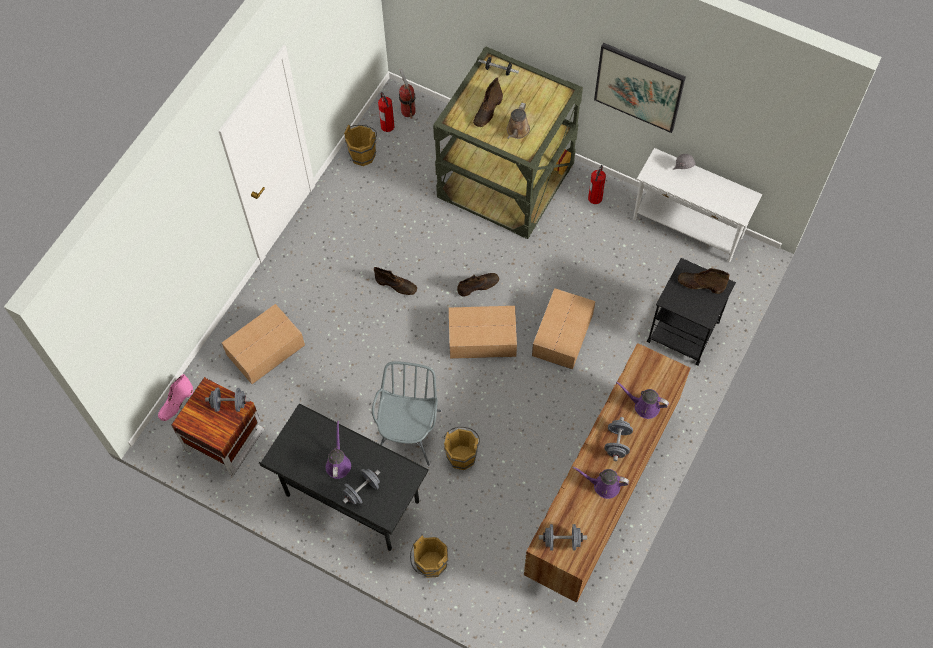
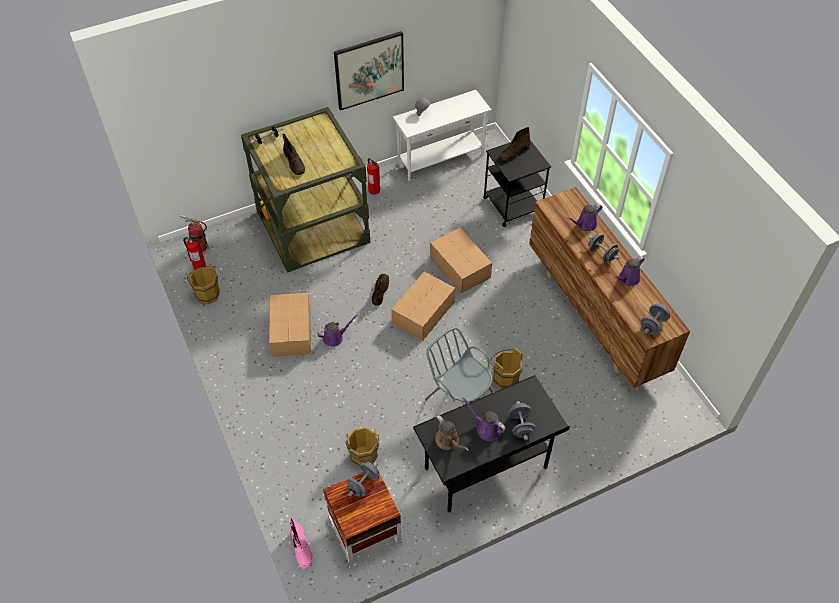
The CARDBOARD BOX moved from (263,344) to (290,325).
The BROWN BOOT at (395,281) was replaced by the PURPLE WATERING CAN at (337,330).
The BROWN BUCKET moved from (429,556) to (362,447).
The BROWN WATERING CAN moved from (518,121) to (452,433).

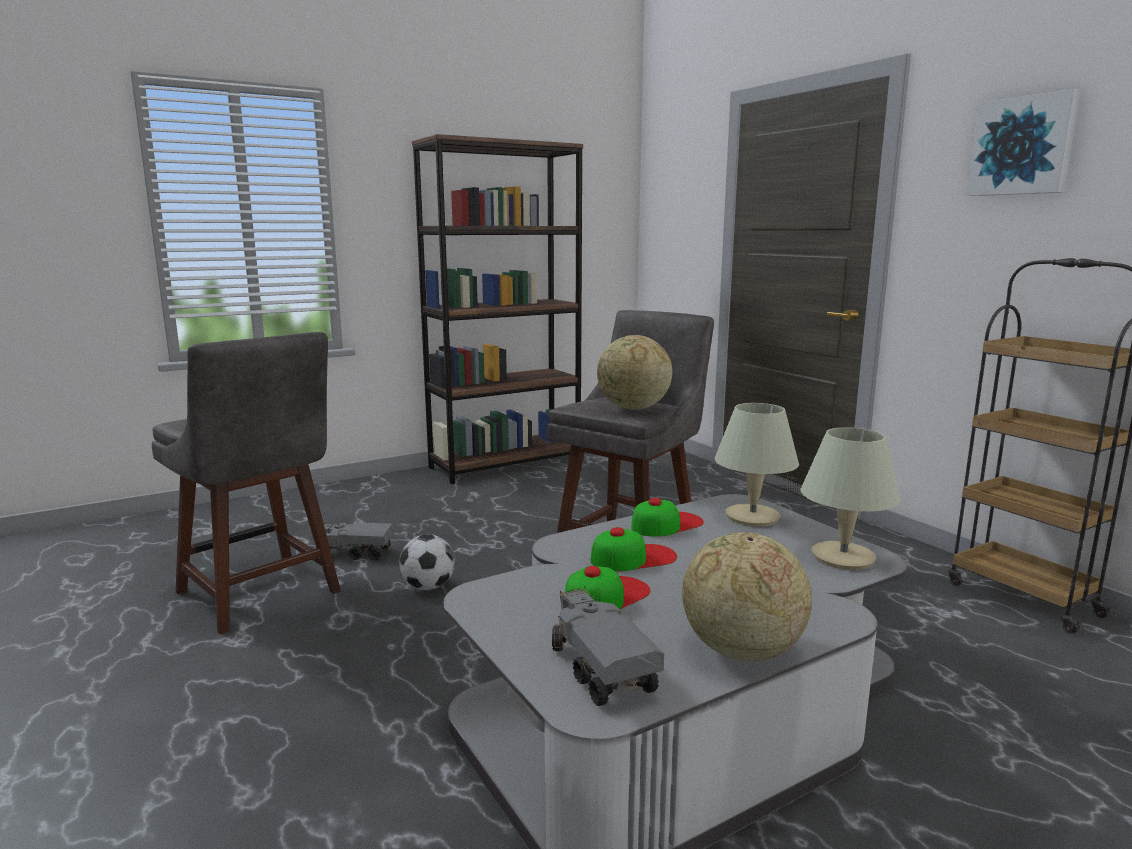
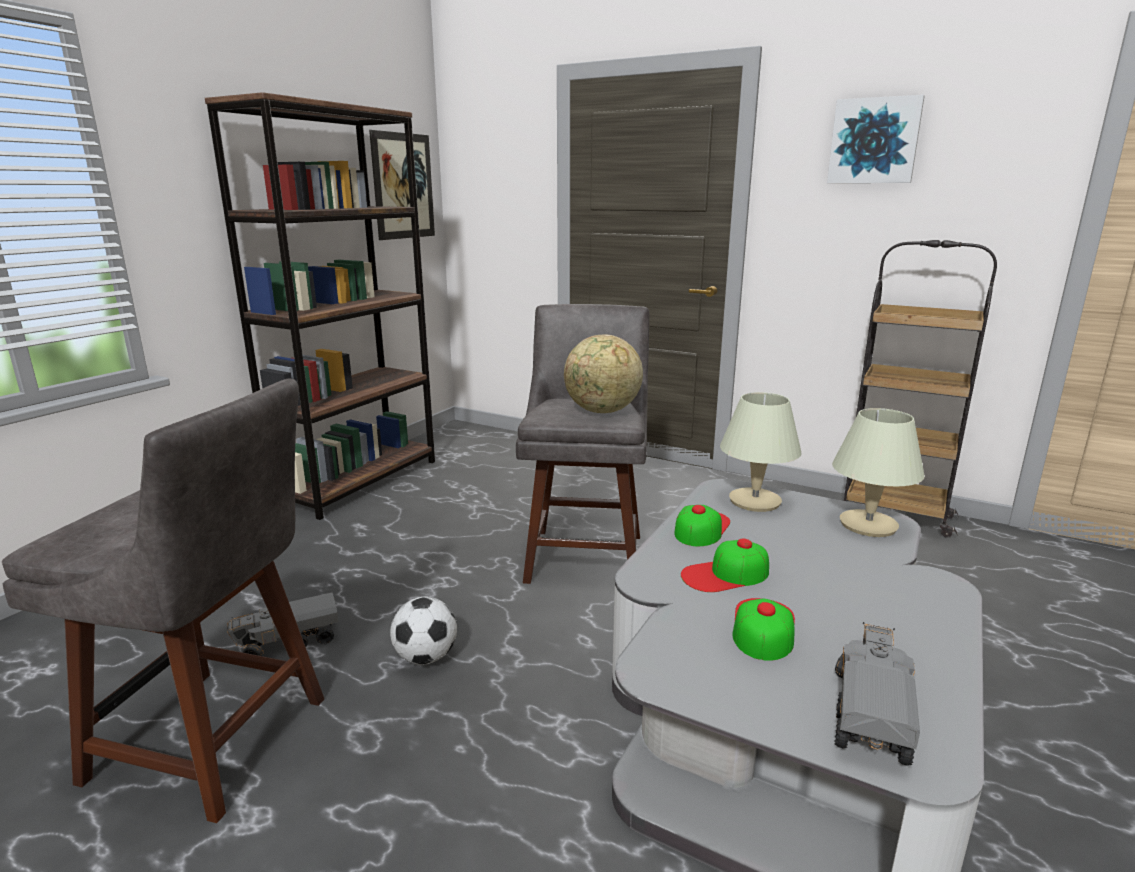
The TOY TRUCK at (608,646) turned 75 degrees clockwise.
The CAP at (634,549) turned 150 degrees counterclockwise.
The GLOBE at (747,596) disappeared.
The PICTURE at (402,185) appeared.

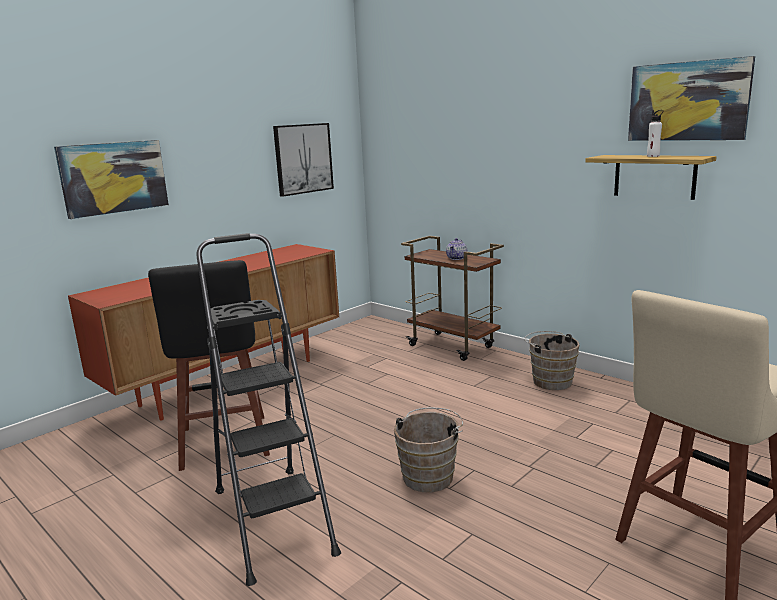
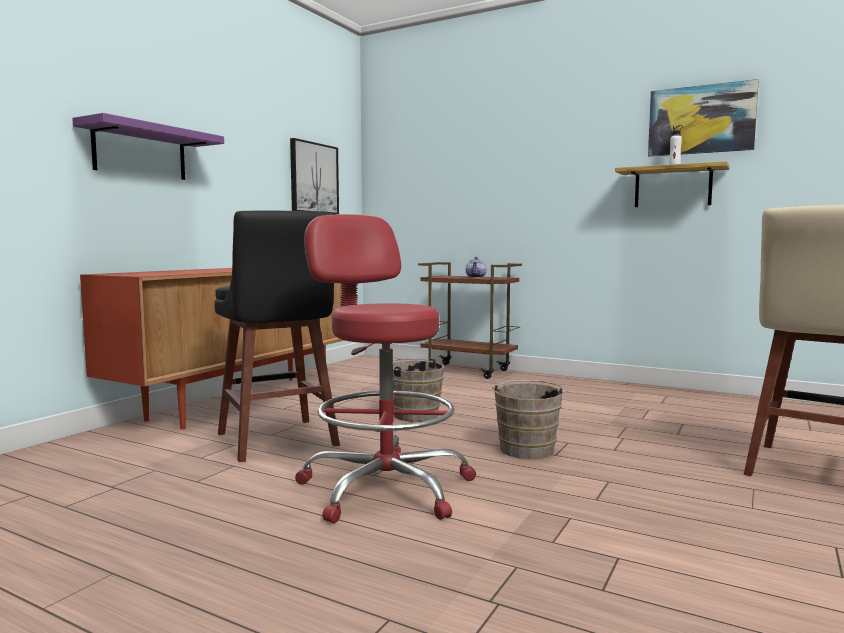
The PICTURE at (111,179) was replaced by the PURPLE SHELF at (148,146).
The STEP LADDER at (269,409) was replaced by the RED STOOL at (385,368).
The BROWN BUCKET moved from (551,360) to (418,390).

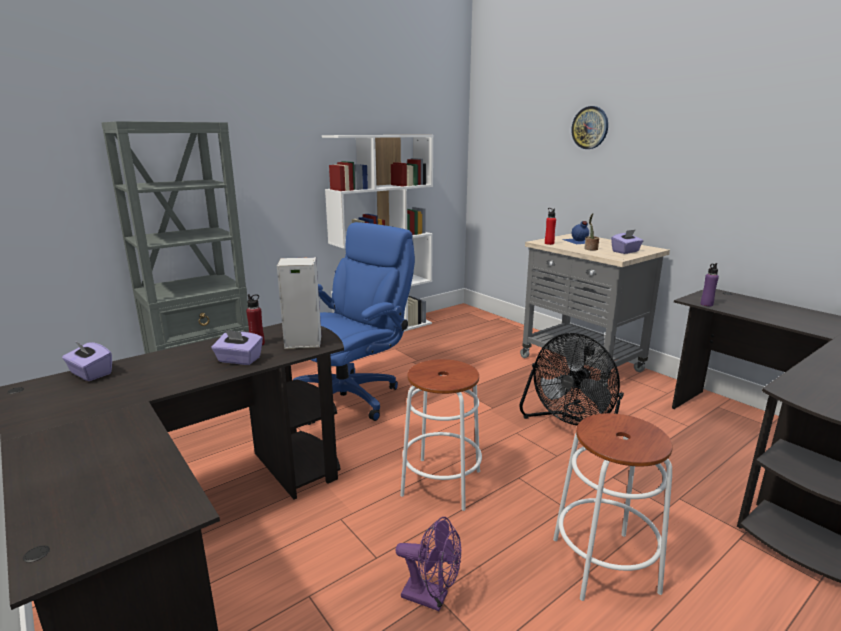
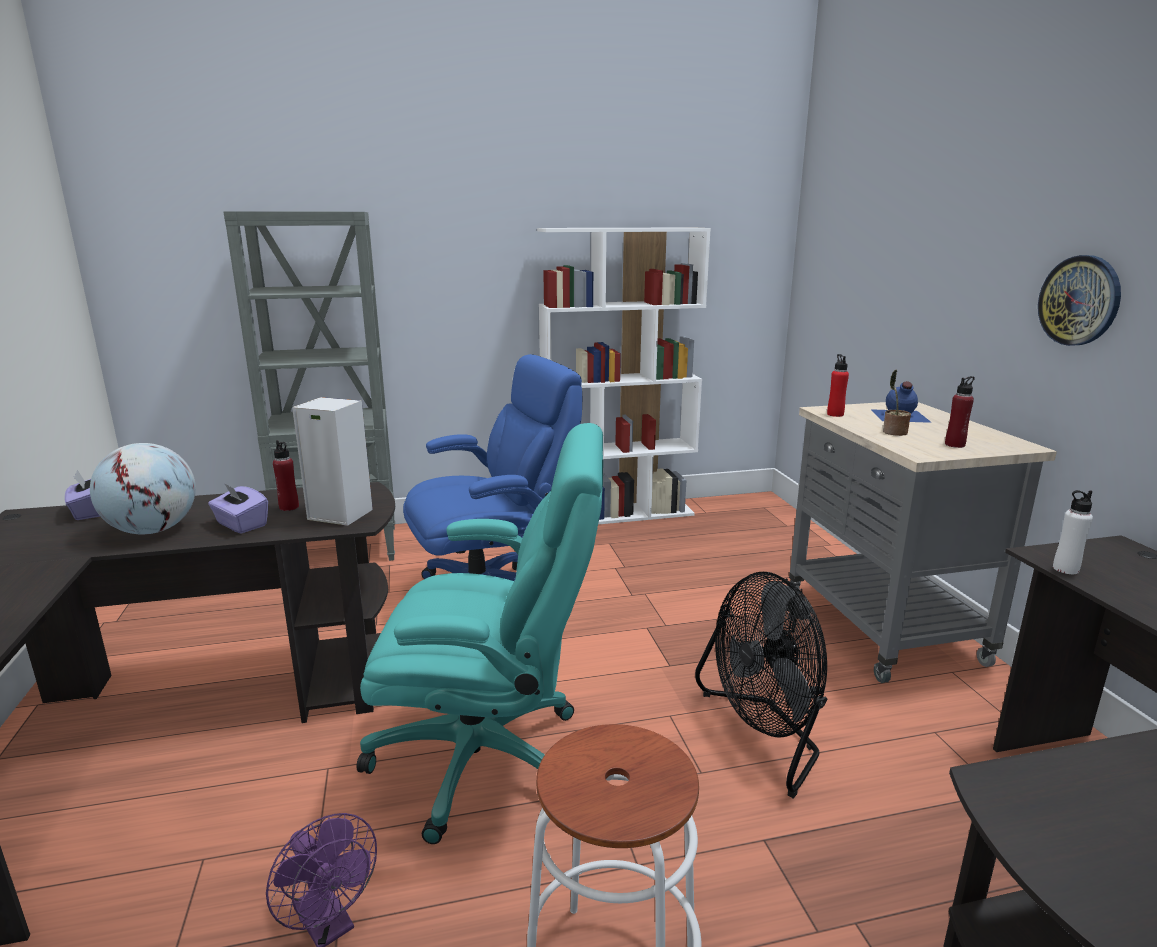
The WHITE STOOL at (441,435) was replaced by the TURQUOISE OFFICE CHAIR at (480,633).
The WALL CLOCK moved from (589,127) to (1079,300).
The PURPLE TISSUE BOX at (627,241) was replaced by the RED BOTTLE at (960,412).
The PURPLE BOTTLE at (710,284) became the WHITE BOTTLE at (1073,532).
The GLOBE at (143,488) appeared.

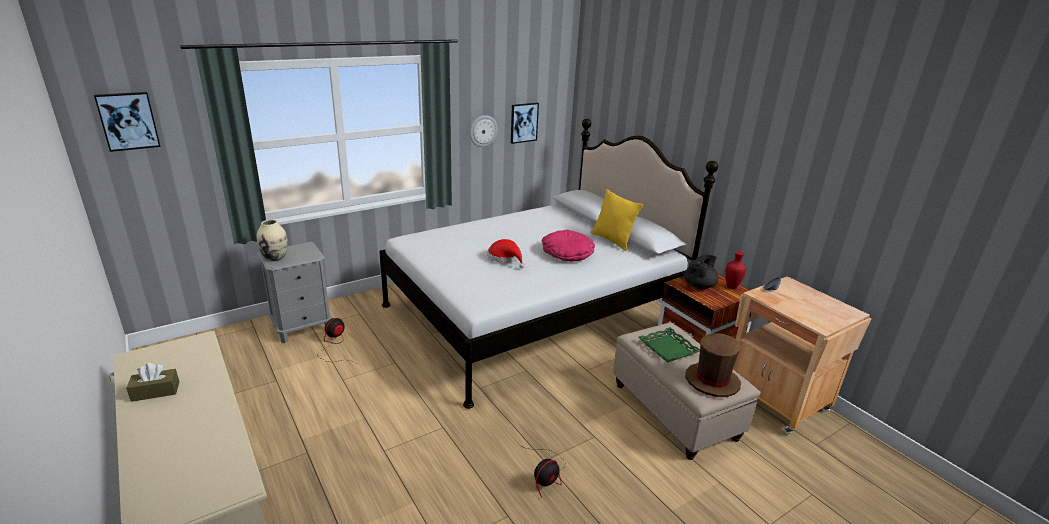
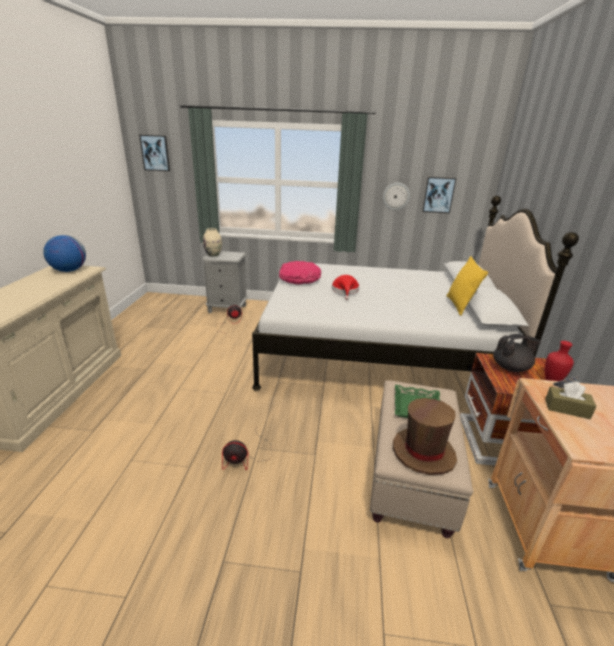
The BROWN TISSUE BOX moved from (152,382) to (571,400).
The PINK PILLOW moved from (568,245) to (300,272).
The GLOBE at (64,253) appeared.

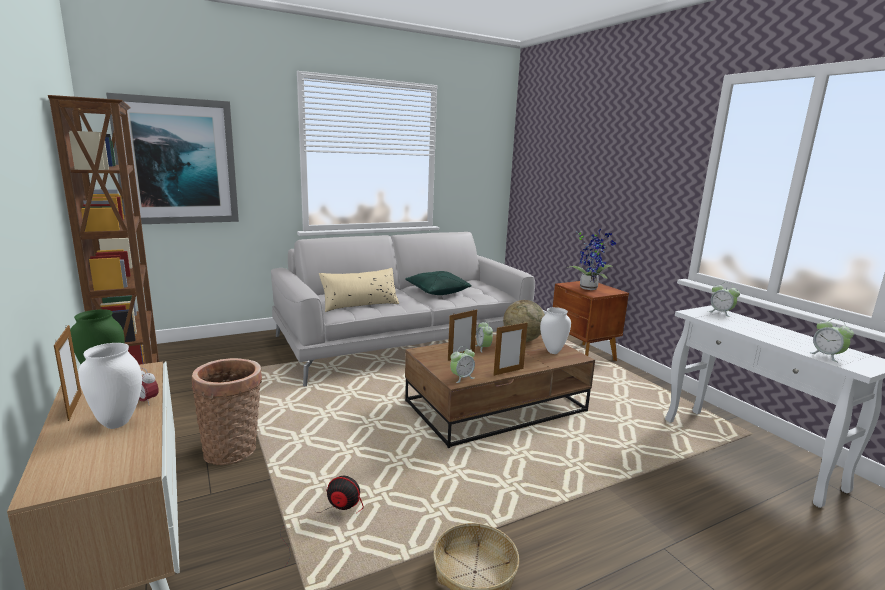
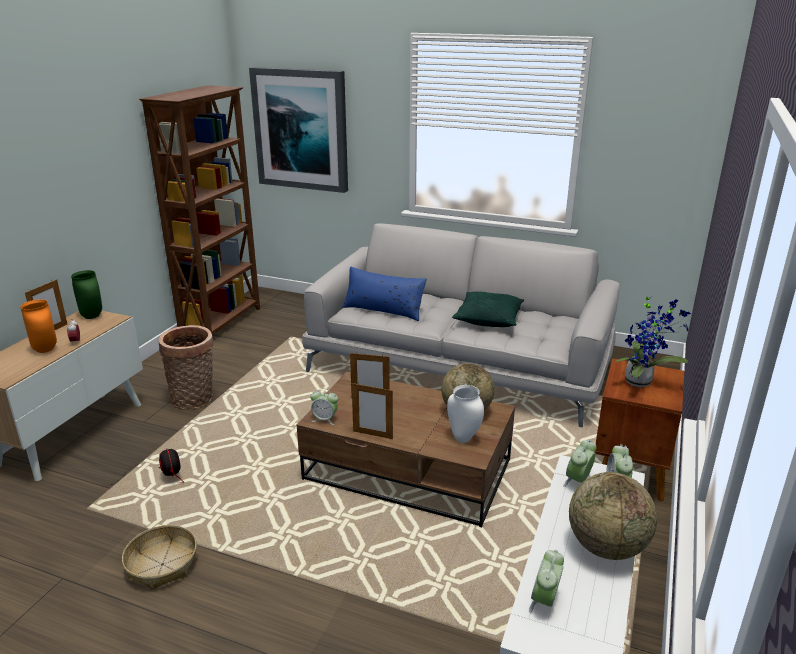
The WHITE VASE at (110,386) became the ORANGE VASE at (38,326).
The BEIGE PILLOW at (359,290) became the BLUE PILLOW at (385,293).
The ALARM CLOCK moved from (484,336) to (579,463).
The GLOBE at (613,516) appeared.

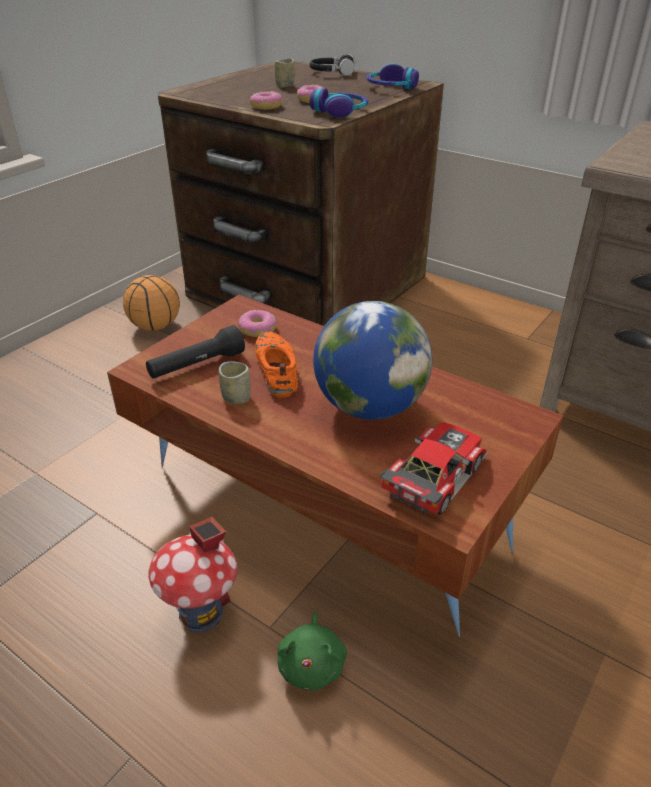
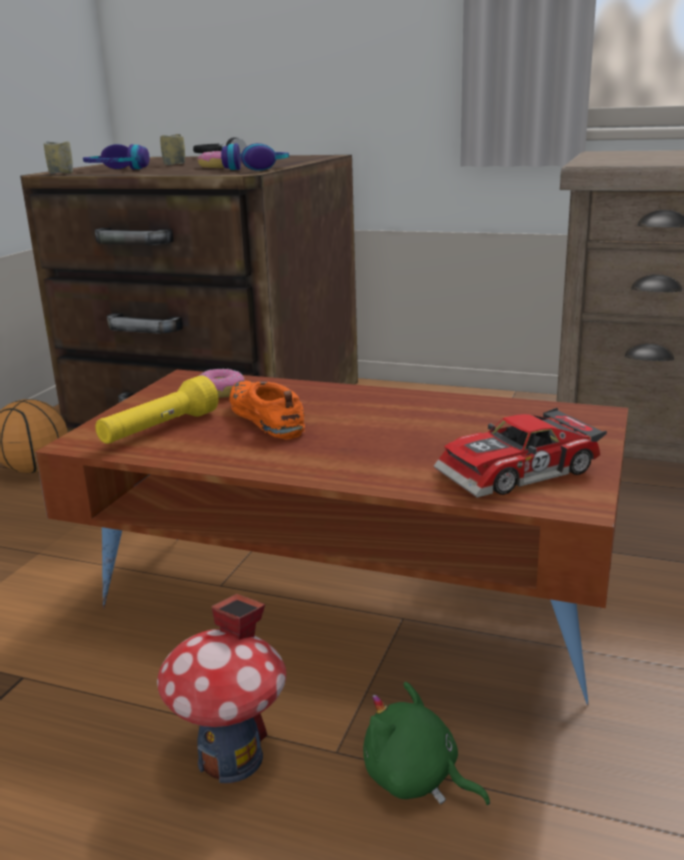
The BLACK FLASHLIGHT at (195,352) became the YELLOW FLASHLIGHT at (156,410).
The CUP moved from (234,382) to (58,157).
The DONUT at (266,100) disappeared.
The GREEN PLUSH TOY at (312,651) turned 135 degrees clockwise.
The GLOBE at (372,360) disappeared.
The HEADPHONES moved from (392,76) to (116,157).
The TOY CAR at (434,468) turned 135 degrees counterclockwise.

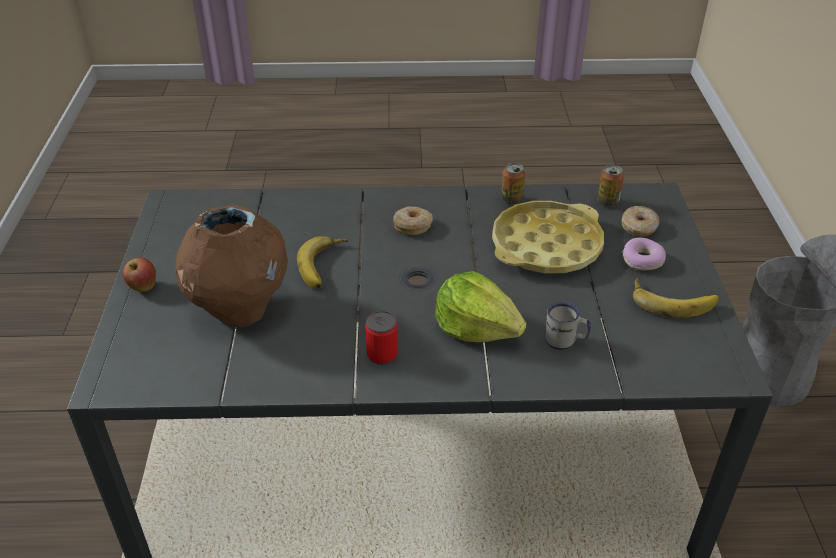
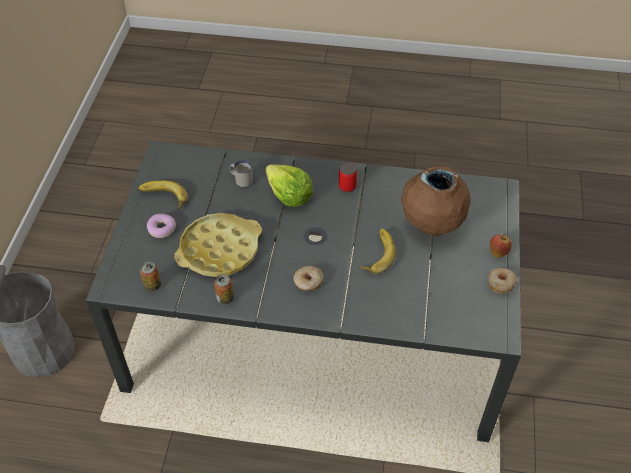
The DONUT moved from (641,221) to (502,280).

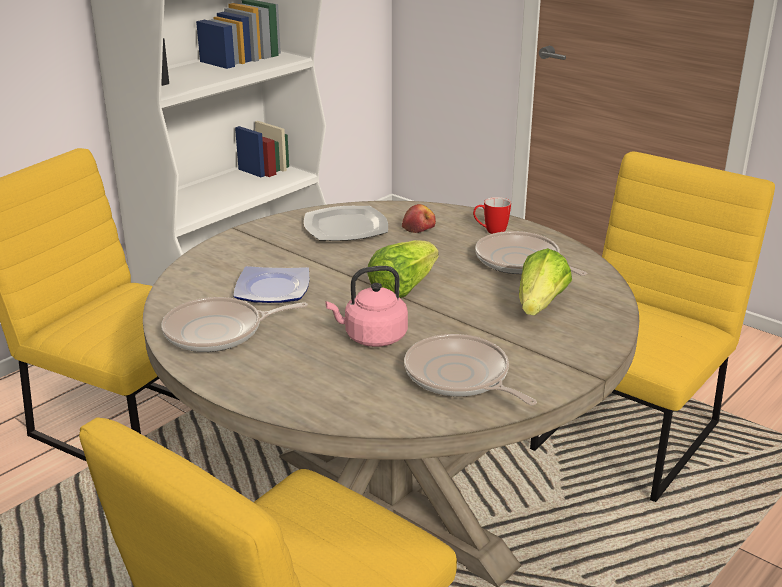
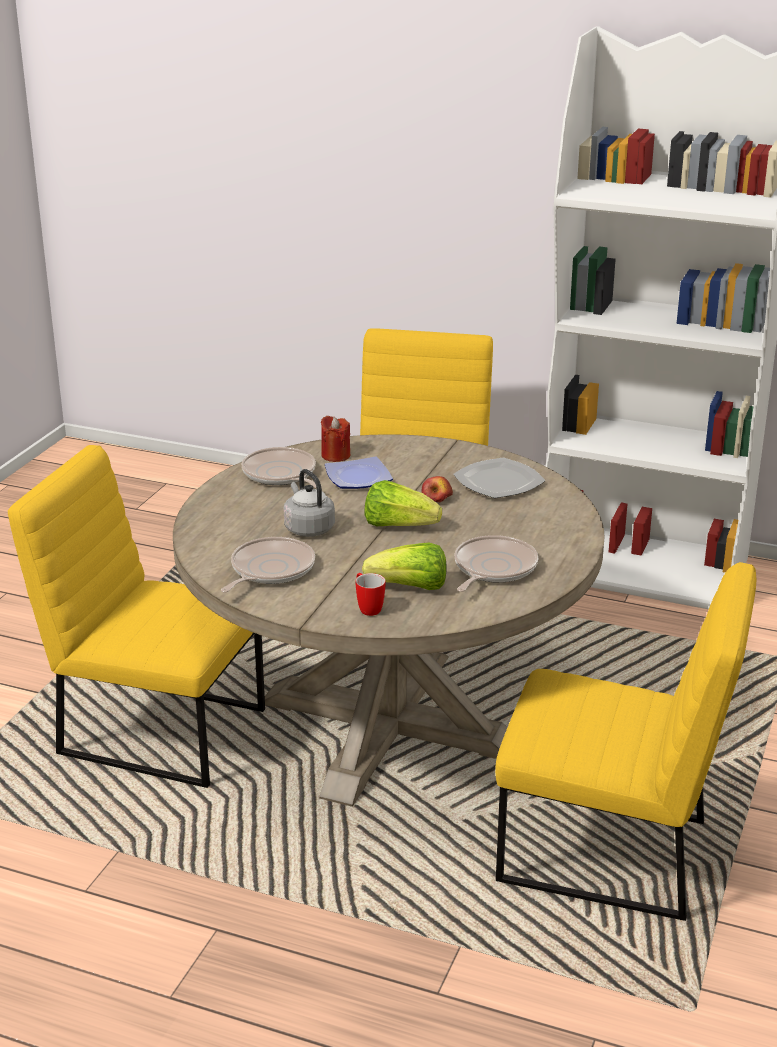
The PINK KETTLE at (367,306) became the GREY KETTLE at (309,503).
The APPLE moved from (419,218) to (437,489).
The MUG moved from (492,215) to (370,594).
The RED CANDLE at (335,439) appeared.

